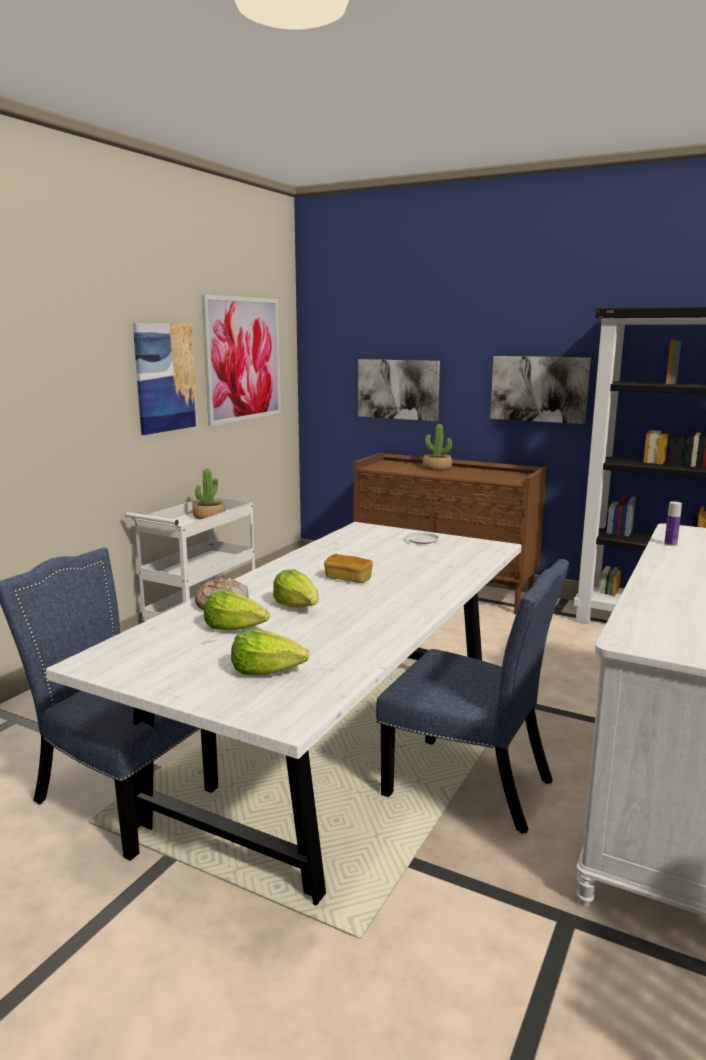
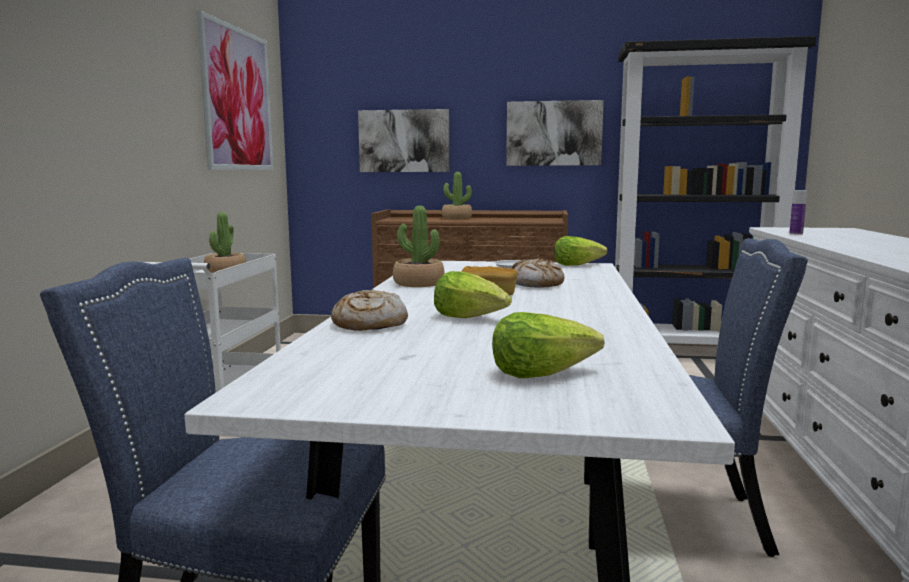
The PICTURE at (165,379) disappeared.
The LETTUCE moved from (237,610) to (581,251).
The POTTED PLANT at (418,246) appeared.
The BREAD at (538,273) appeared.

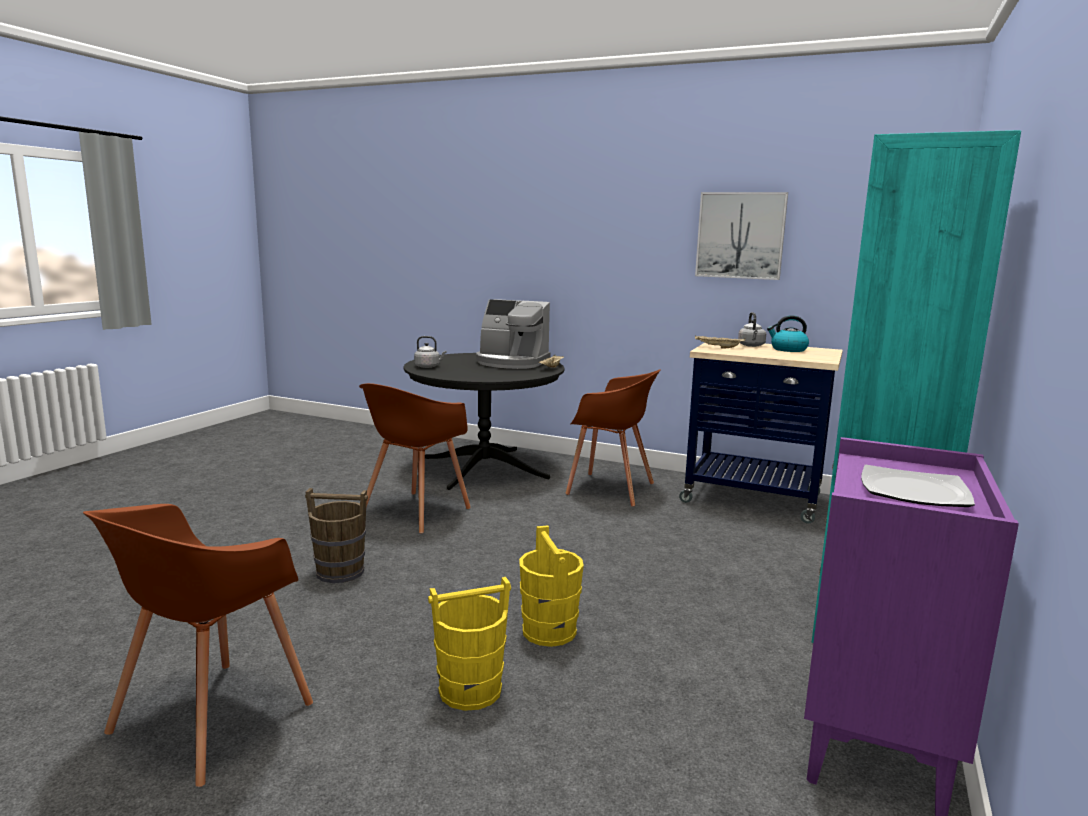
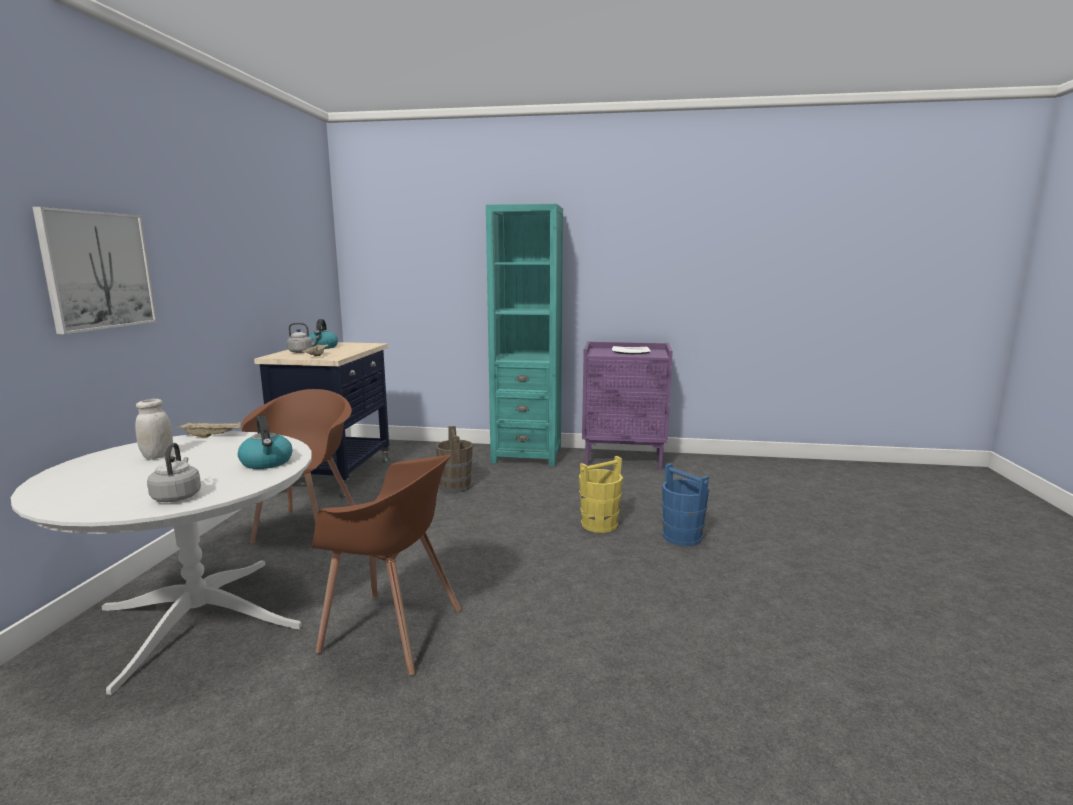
The BROWN CHAIR at (198,645) disappeared.
The BROWN BUCKET moved from (336,535) to (454,459).
The BLACK DINING TABLE at (484,421) became the WHITE DINING TABLE at (161,563).
The YELLOW BUCKET at (469,644) became the BLUE BUCKET at (685,504).
The COFFEE MACHINE at (513,334) was replaced by the WHITE JAR at (154,429).
The PICTURE moved from (741,236) to (94,271).
The KETTLE at (265,442) appeared.

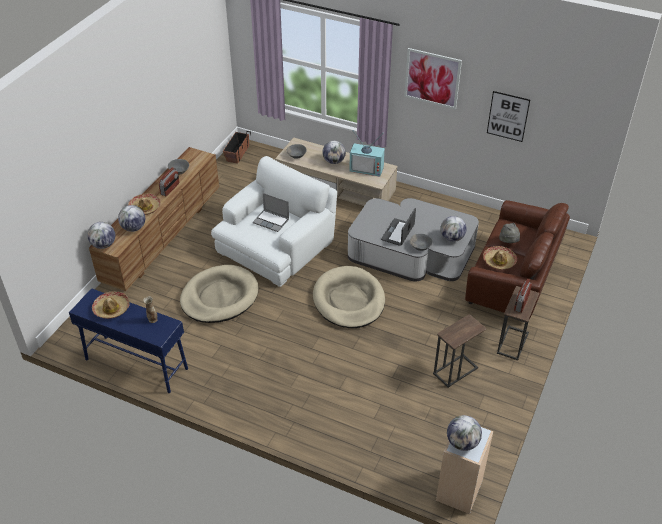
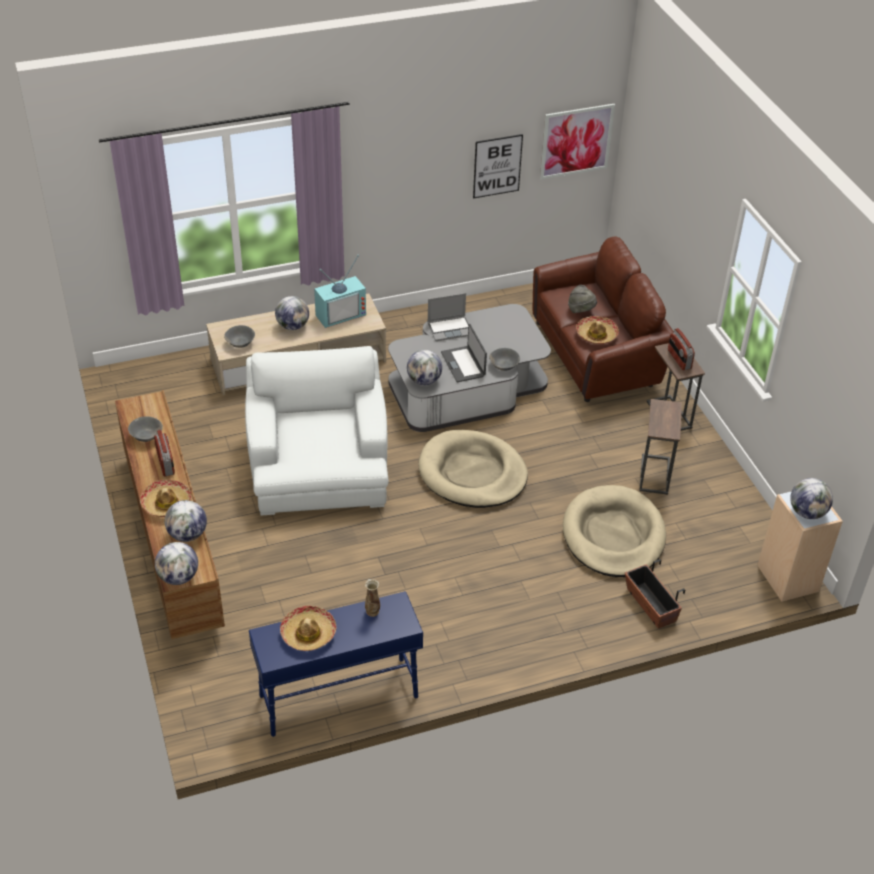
The BEIGE DOG BED moved from (219,294) to (614,531).
The PLANTER moved from (237,147) to (655,594).
The LAPTOP moved from (271,212) to (448,317).
The PICTURE moved from (433,79) to (577,142).
The GLOBE moved from (453,229) to (424,367).

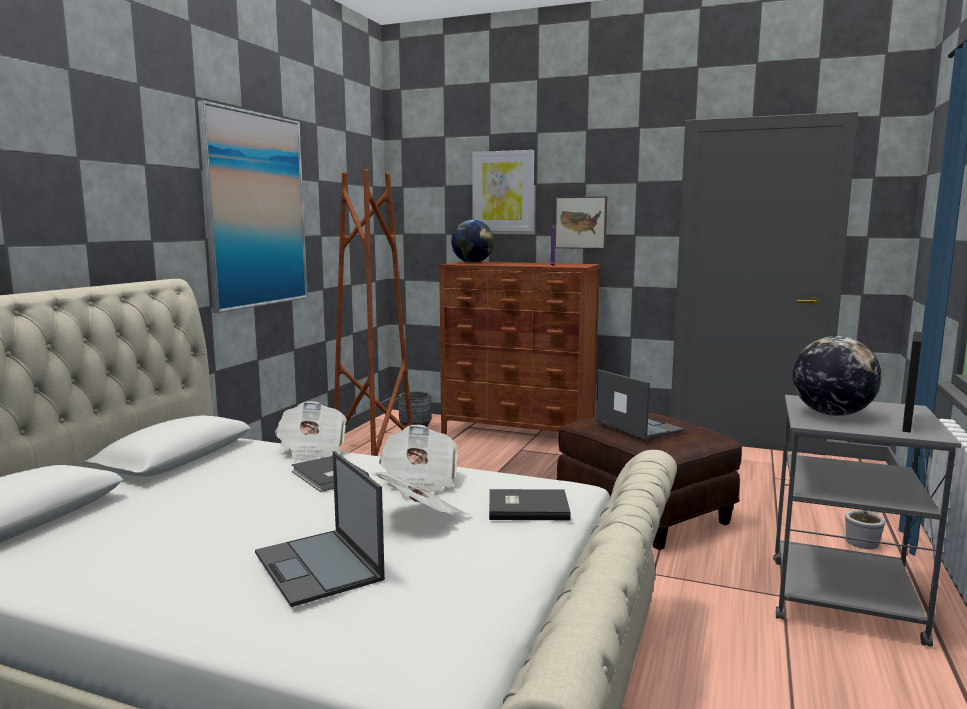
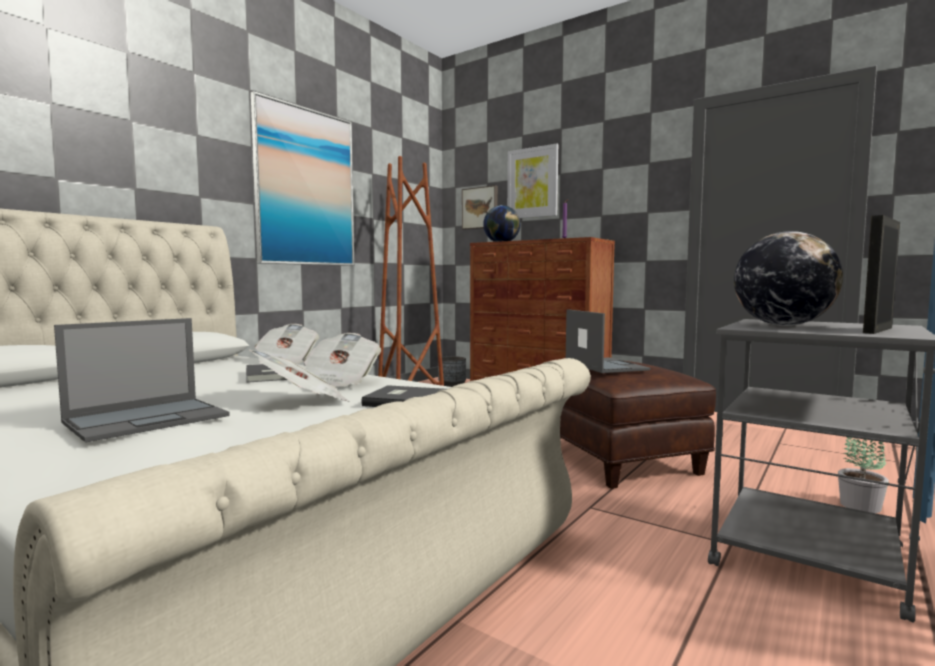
The LAPTOP at (320,529) turned 120 degrees counterclockwise.
The PICTURE moved from (581,222) to (480,207).

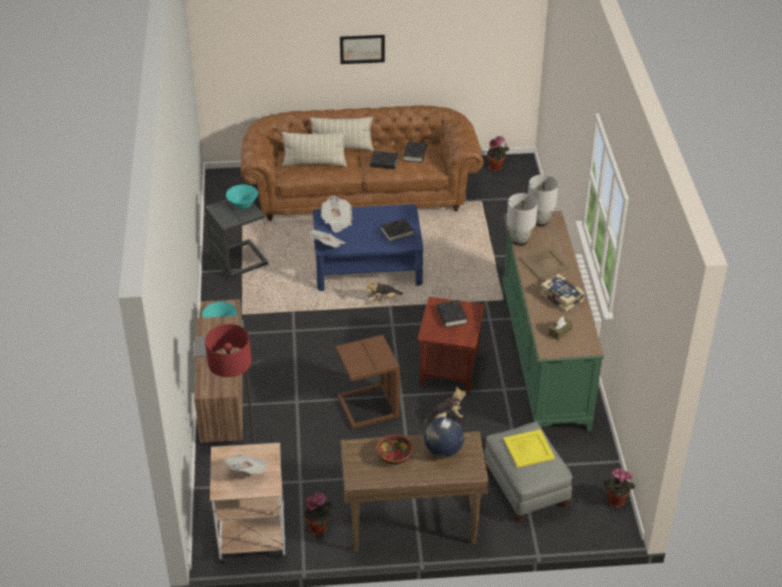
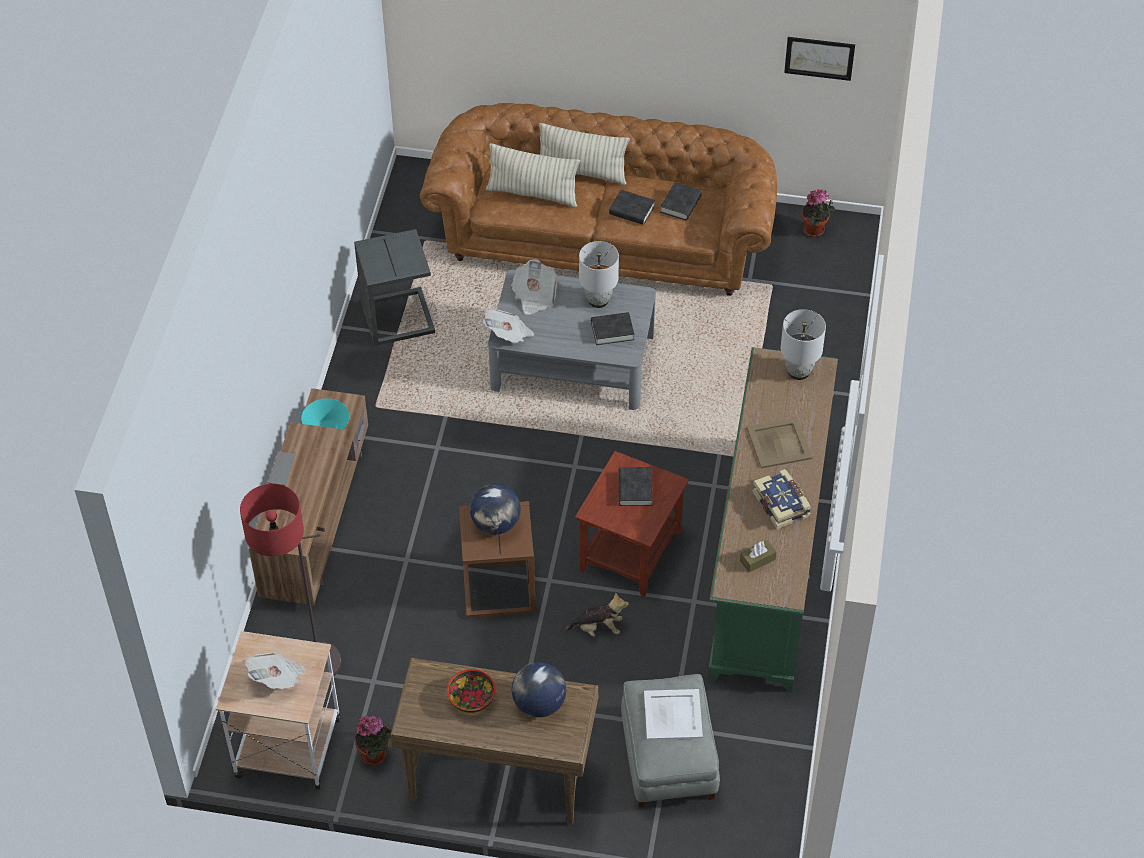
The TURQUOISE BOWL at (242,197) disappeared.
The BLUE COFFEE TABLE at (368,247) became the GREY COFFEE TABLE at (572,340).
The PICTURE moved from (362,49) to (819,59).
The PLUSH TOY at (384,292) disappeared.
The YELLOW TRAY at (529,449) became the WHITE TRAY at (673,714).
The WHITE TABLE LAMP moved from (522,219) to (599,274).
The POTTED PLANT at (619,488) disappeared.
The GLOBE at (495,509) appeared.

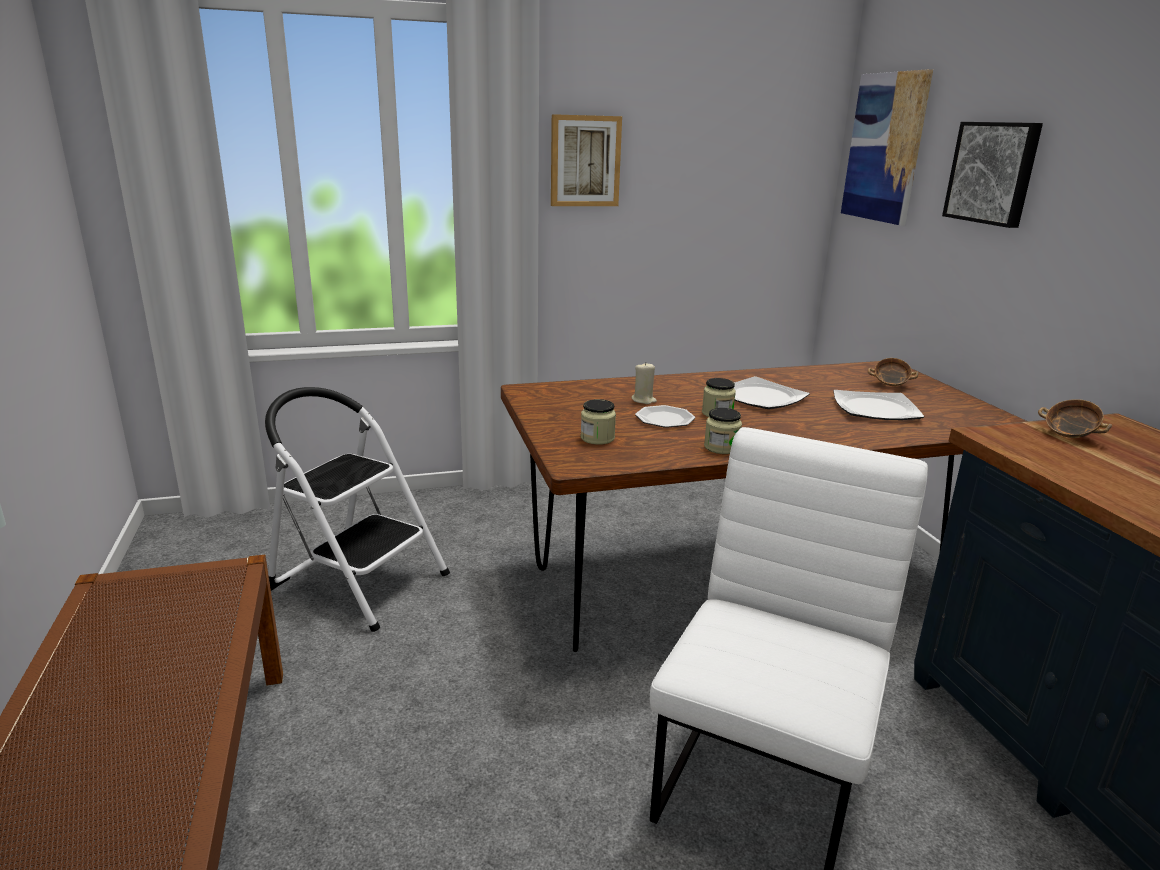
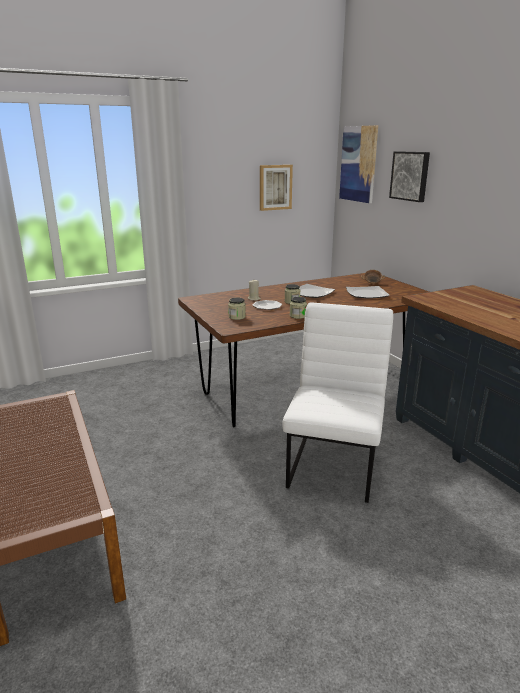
The STEP LADDER at (357,509) disappeared.
The PICTURE moved from (586,160) to (276,188).
The BOWL at (1075,418) disappeared.

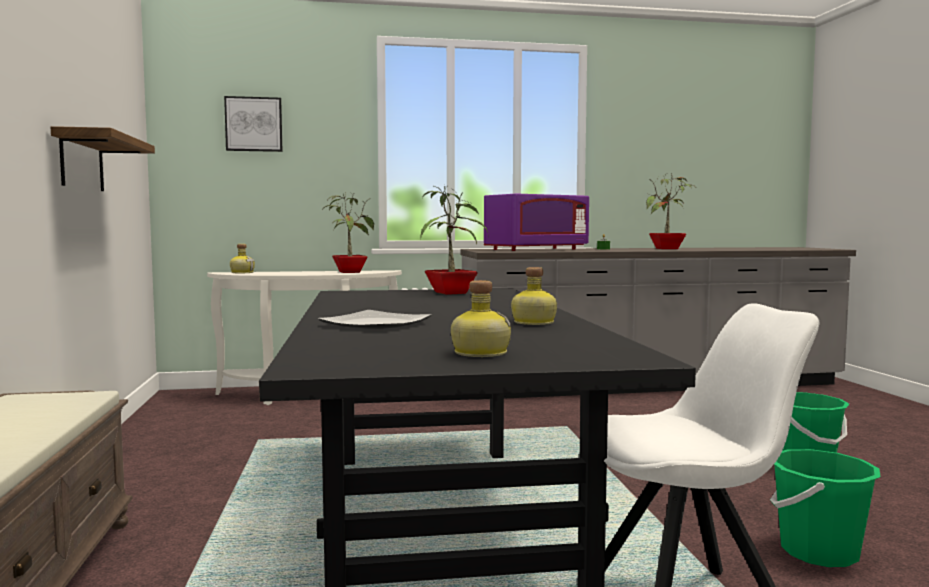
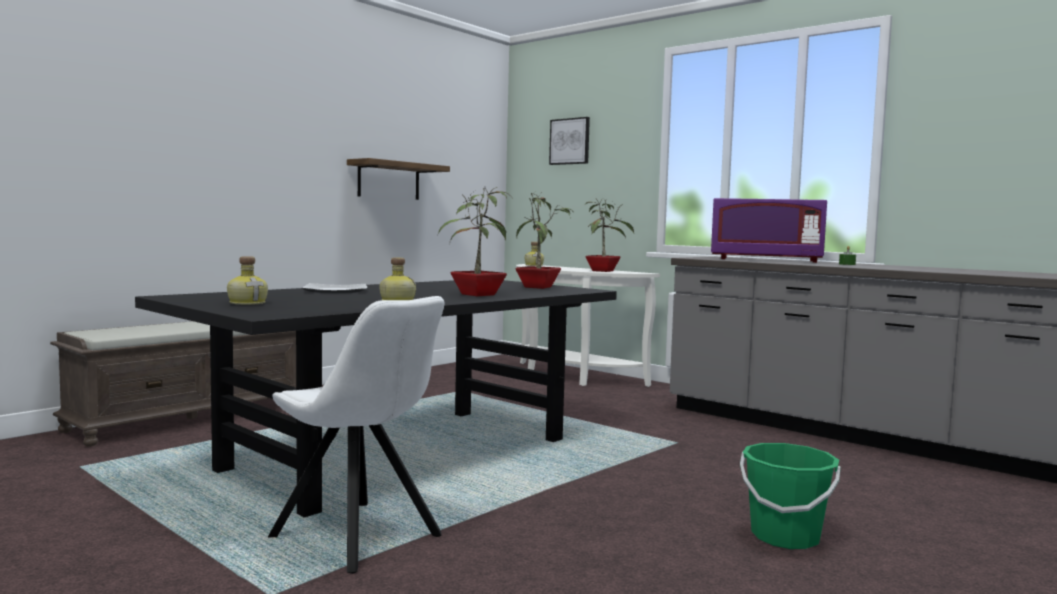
The POTTED PLANT moved from (670,211) to (475,241).
The GREEN BUCKET at (825,508) disappeared.

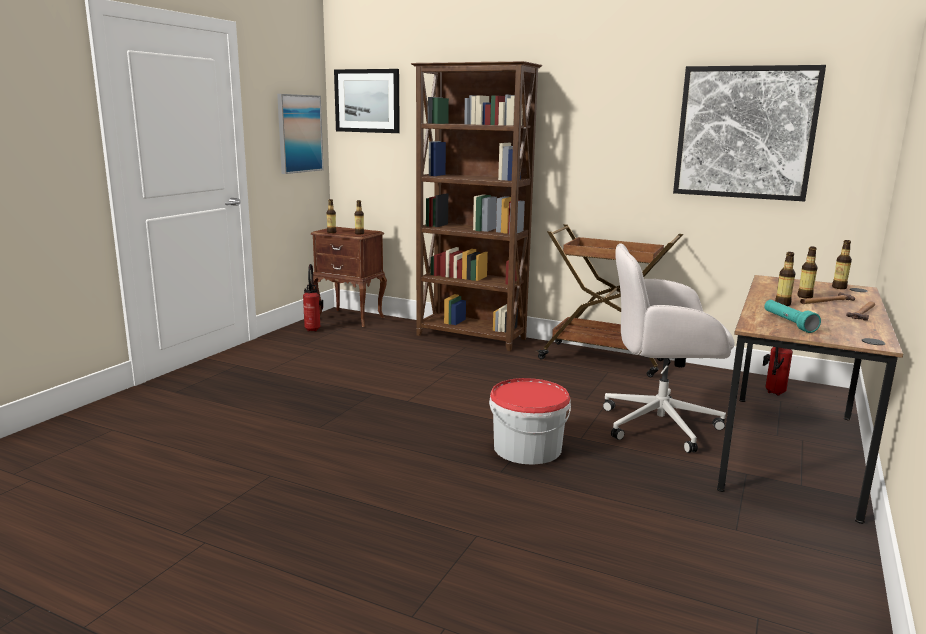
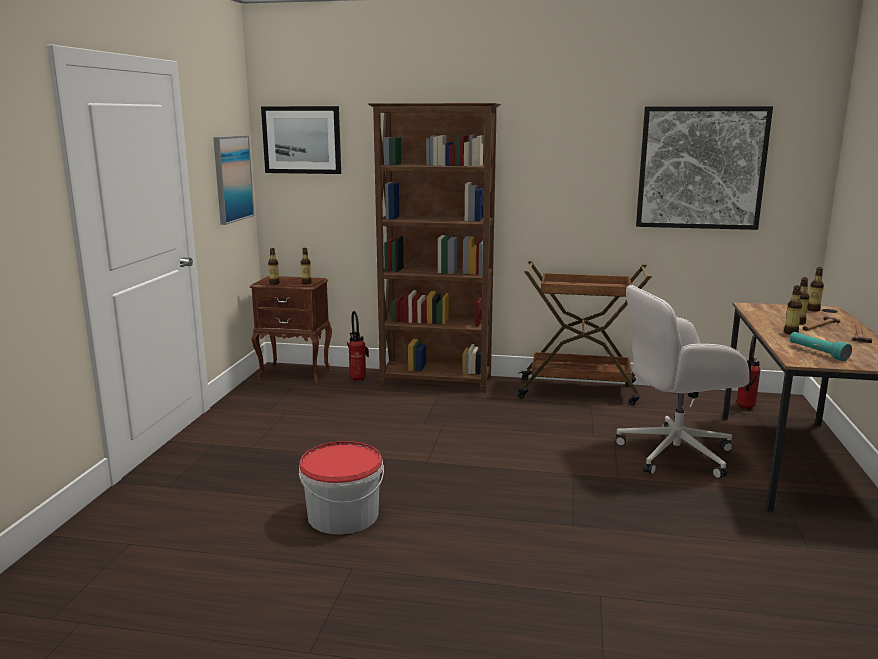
The FIRE EXTINGUISHER moved from (313,298) to (358,346).
The BUCKET moved from (530,421) to (341,487).

